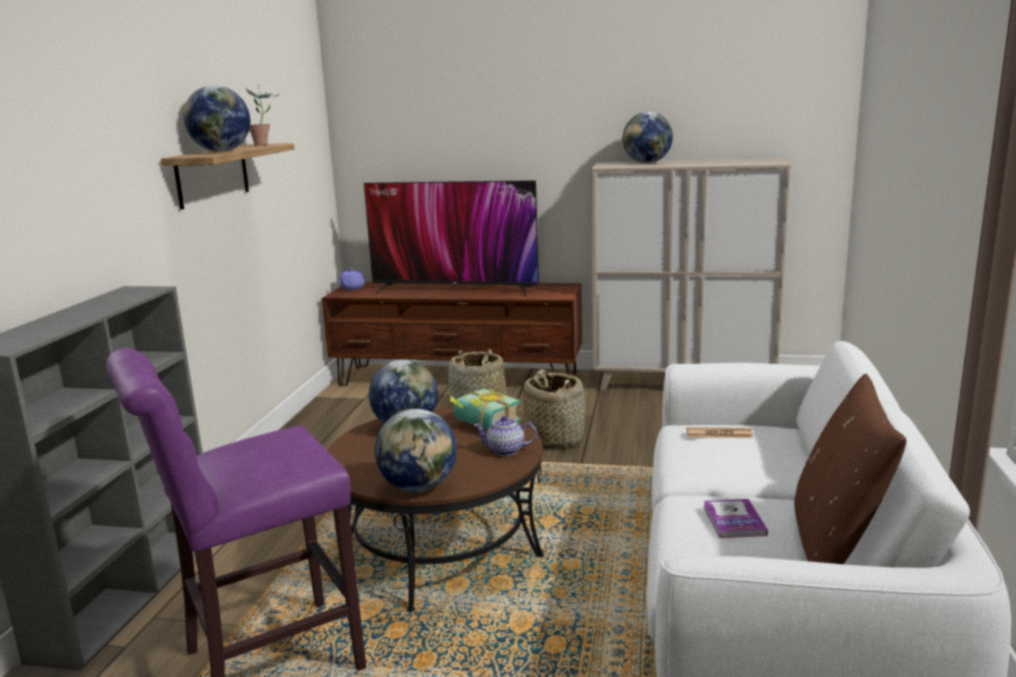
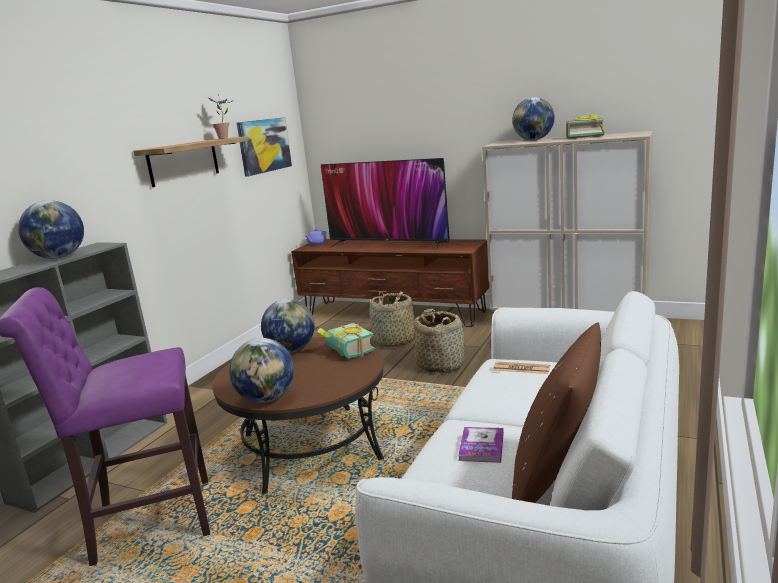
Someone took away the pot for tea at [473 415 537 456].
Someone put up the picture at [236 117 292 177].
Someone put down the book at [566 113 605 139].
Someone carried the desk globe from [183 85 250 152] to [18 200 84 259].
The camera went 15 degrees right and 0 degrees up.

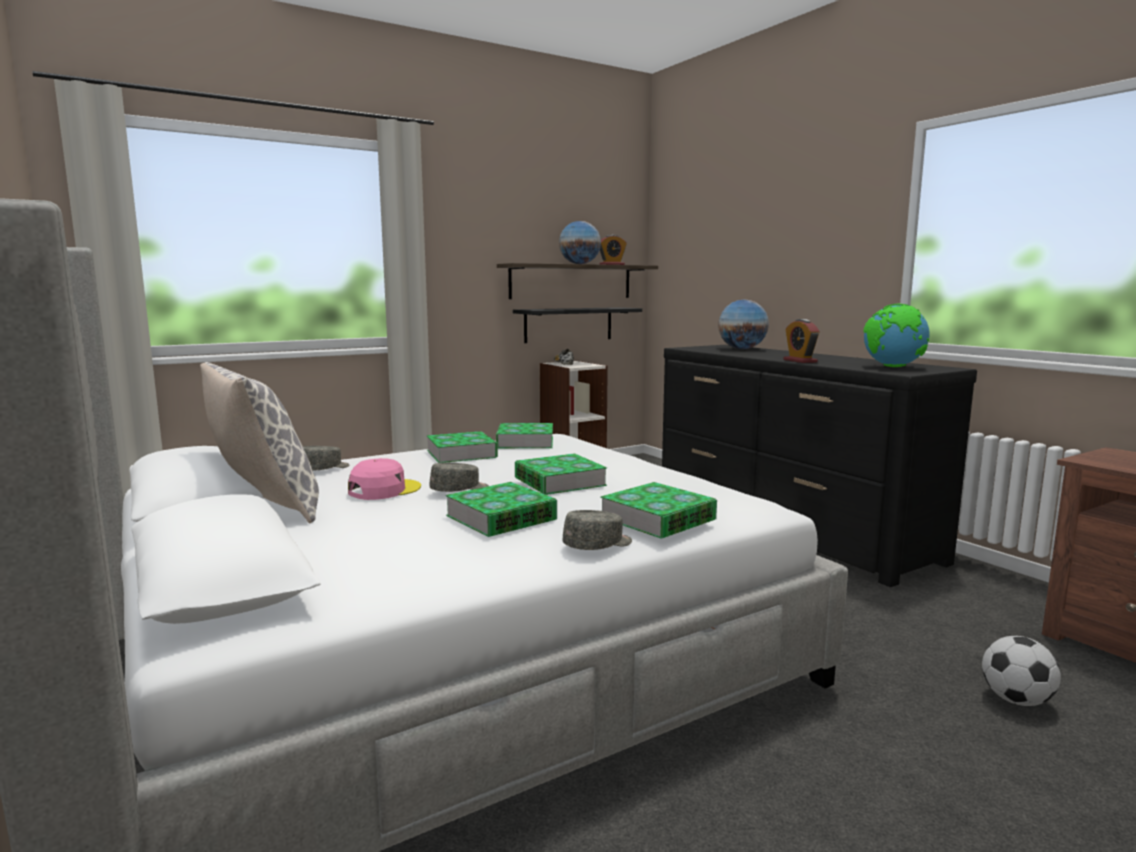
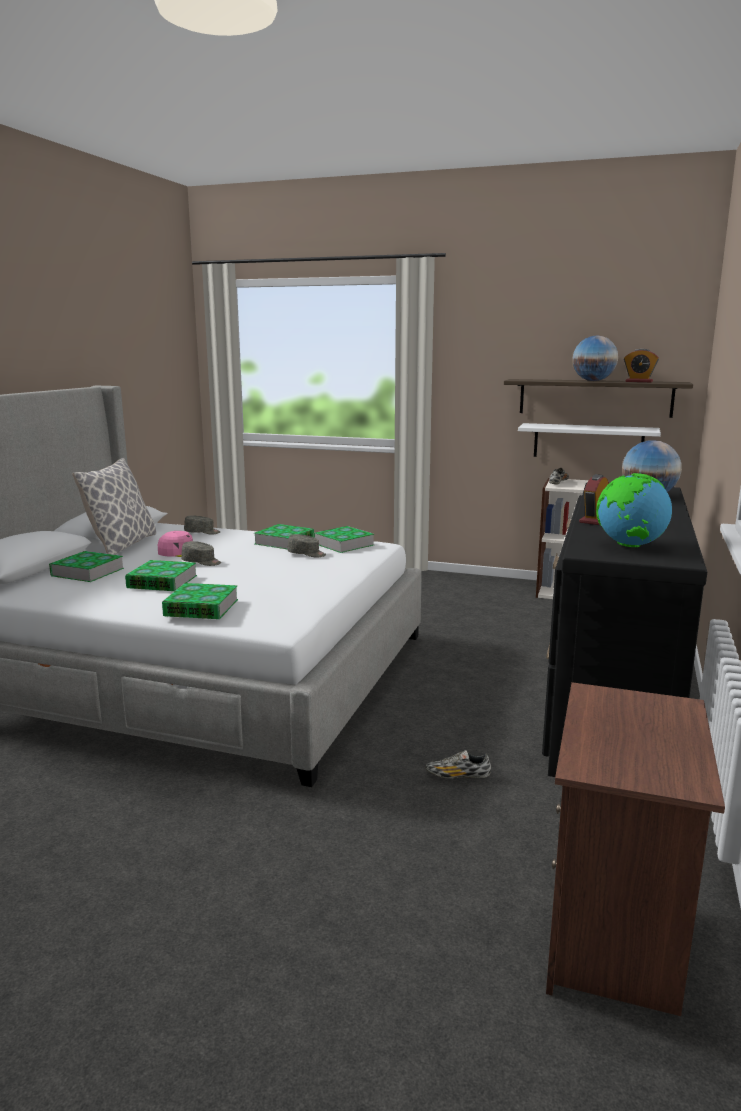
Someone took away the ball for football at [982 636 1061 706].
Someone put down the shoe at [425 750 491 779].
Someone carried the book from [515 453 607 495] to [49 551 124 582].
Someone carried the cap (grey) from [563 510 632 550] to [287 534 326 558].
Someone repainted the bracket shelf (black-coloured) at [513 307 642 343], which became the bracket shelf (white-coloured) at [518 423 661 457].
The camera went 50 degrees right and 5 degrees up.

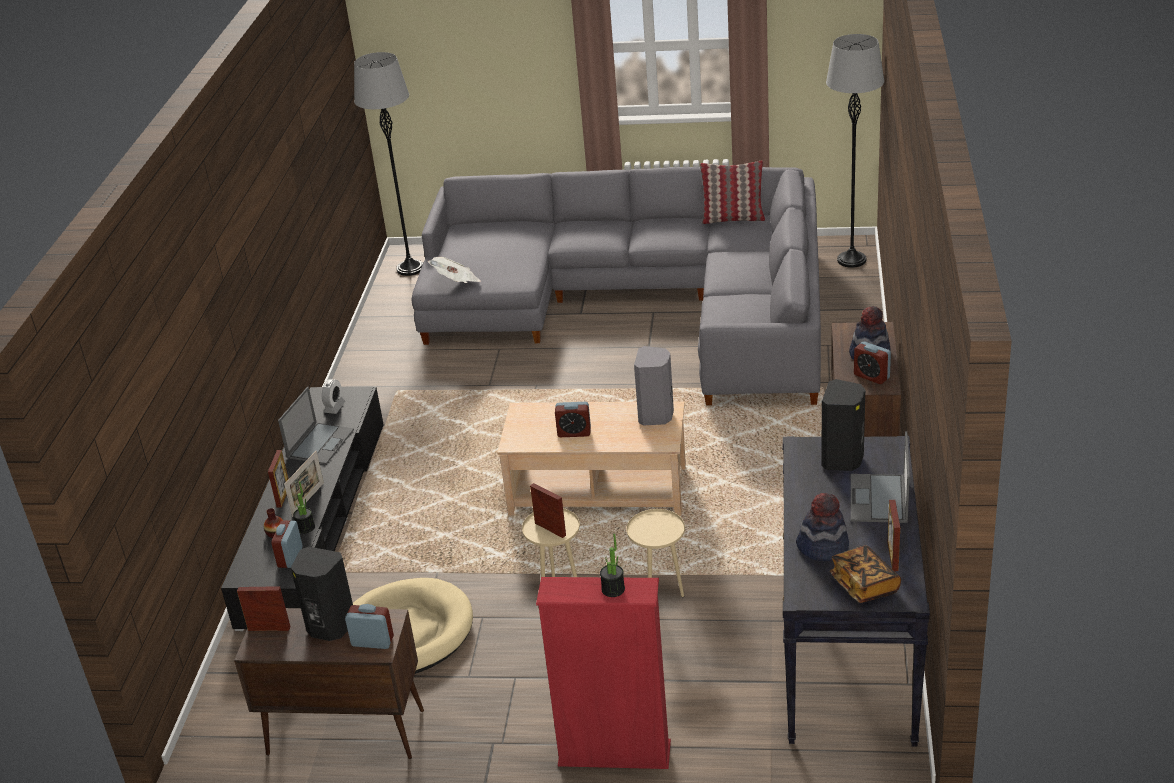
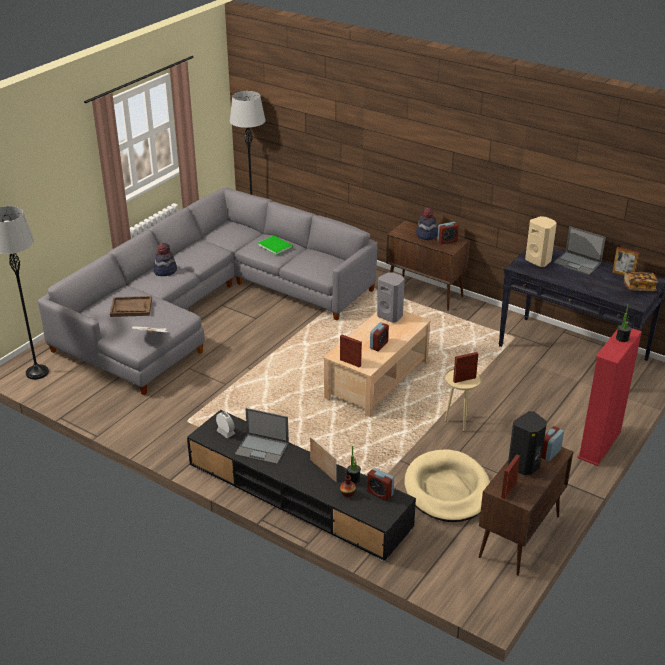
Someone took away the accent table (beige) at [626 509 685 597].
Someone took away the throw pillow at [700 160 765 224].
Someone put down the tray (brown) at [110 296 152 317].
Someone put down the book (green) at [258 236 293 255].
Someone carried the picture frame from [268 450 289 507] to [340 335 362 368].
Someone carried the clothing hat from [796 493 849 561] to [154 243 177 276].
Someone repainted the loudspeaker (black-coloured) at [821 379 865 471], which became the loudspeaker (beige) at [525 216 557 267].
Someone rotated the laptop at [278 387 354 465] by 150 degrees clockwise.
The camera went 65 degrees left and 0 degrees up.

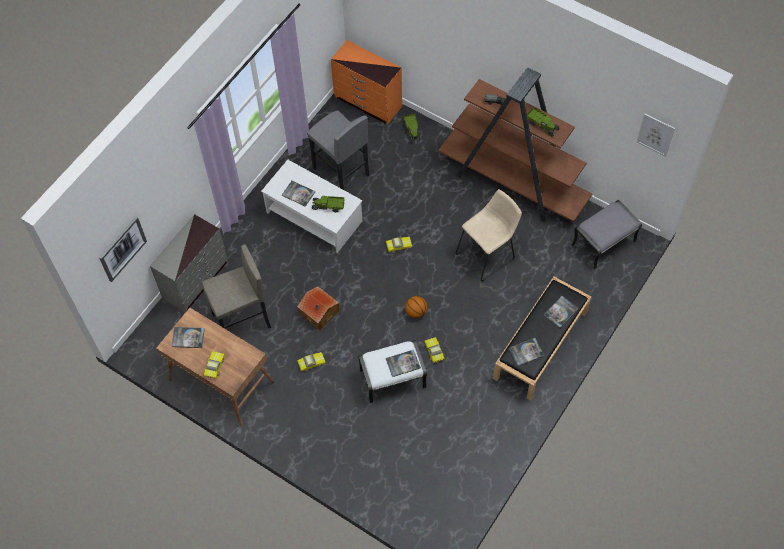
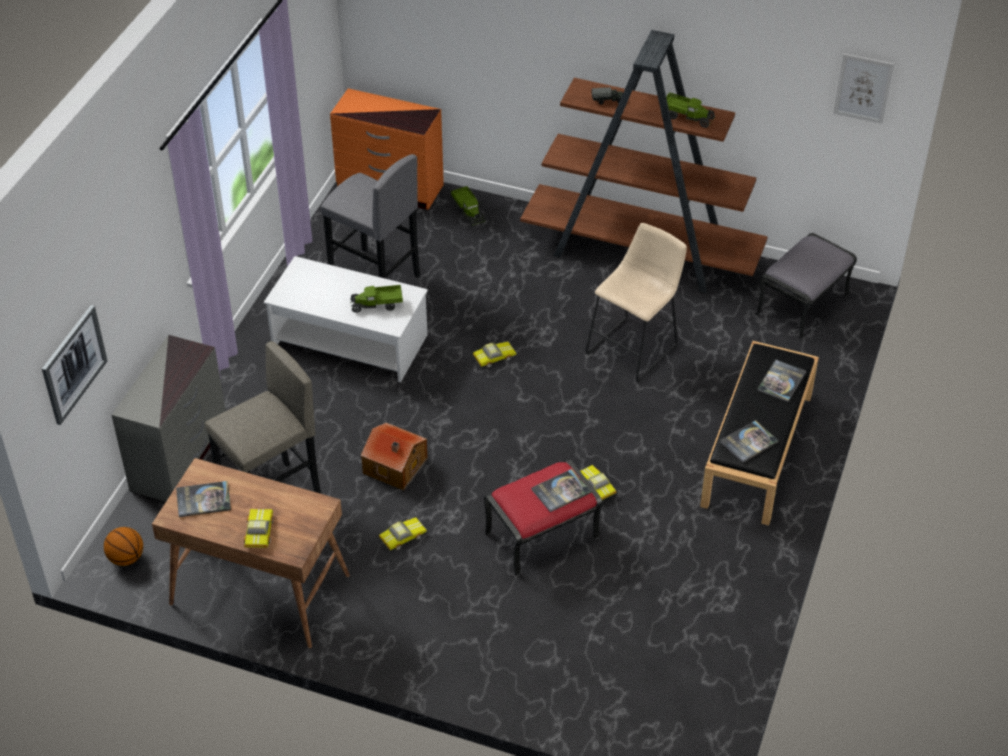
Someone took away the book at [282 181 315 207].
Someone carried the ball for basketball from [405 296 427 319] to [104 527 143 566].
Someone repainted the pouffe (white-coloured) at [358 340 427 403], which became the pouffe (reddish) at [484 459 602 576].
The camera went 15 degrees left and 15 degrees down.

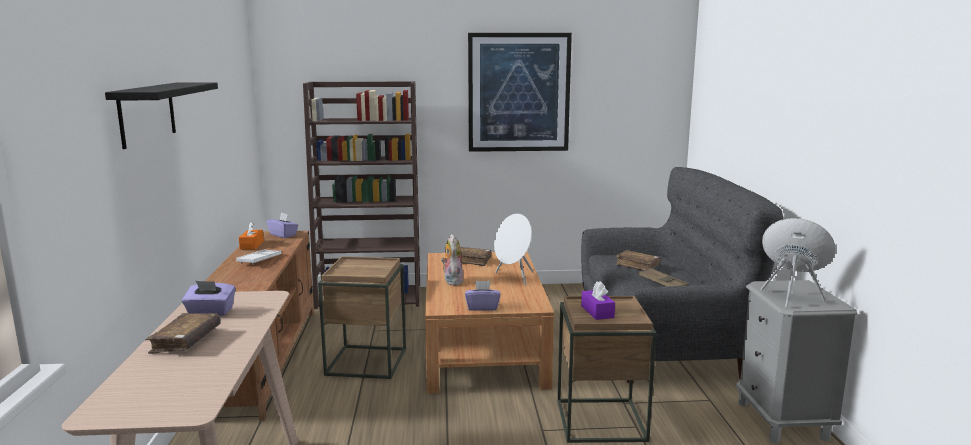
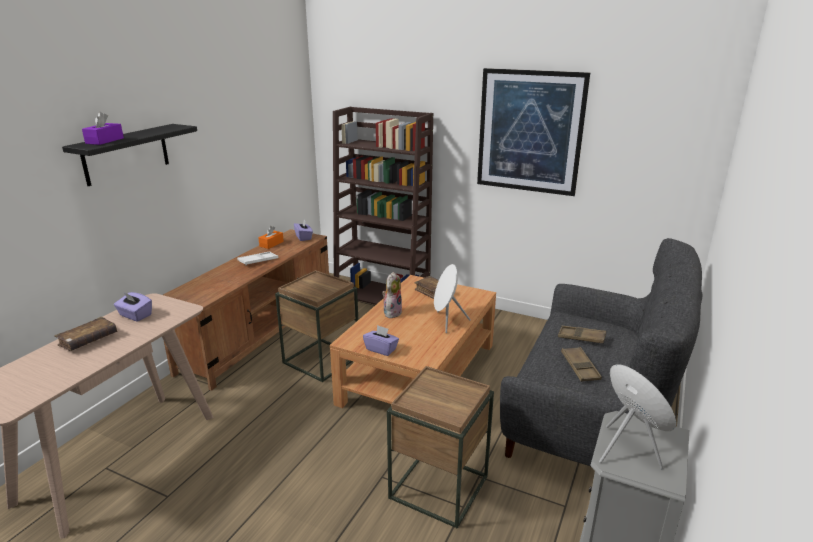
Someone carried the tissue holder (purple) from [581 281 615 320] to [82 112 124 145].
Someone swapped the book (brown) at [615 250 660 271] for the tray (brown) at [558 326 606 344].
The camera went 30 degrees right and 10 degrees up.

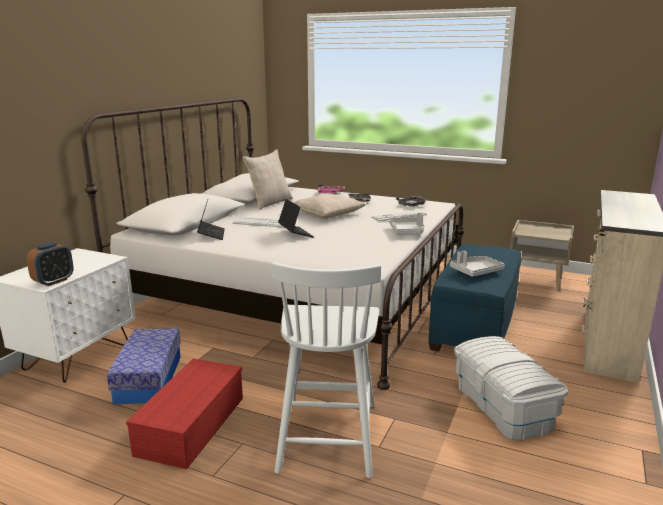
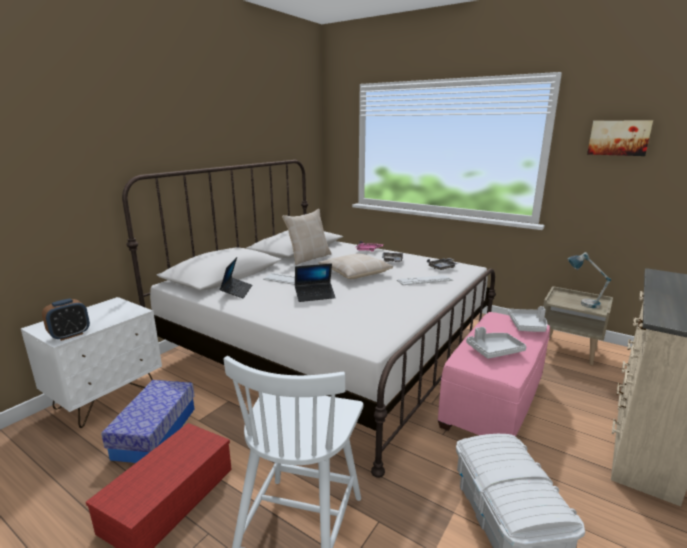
Someone put down the tabletop lamp at [567 252 611 308].
Someone put up the picture at [587 120 653 156].
Someone carried the tray (grey) from [389 212 424 235] to [508 306 547 332].
Someone repainted the pouffe (bluish) at [428 244 521 352], which became the pouffe (pink) at [438 312 550 437].
Someone rotated the laptop at [278 199 314 238] by 90 degrees clockwise.
The camera went 10 degrees right and 0 degrees up.

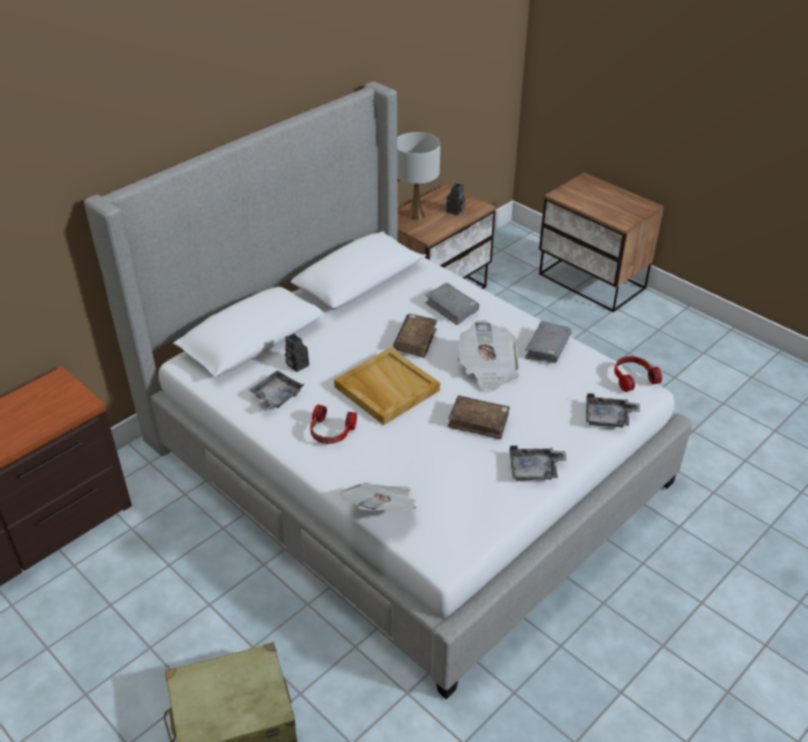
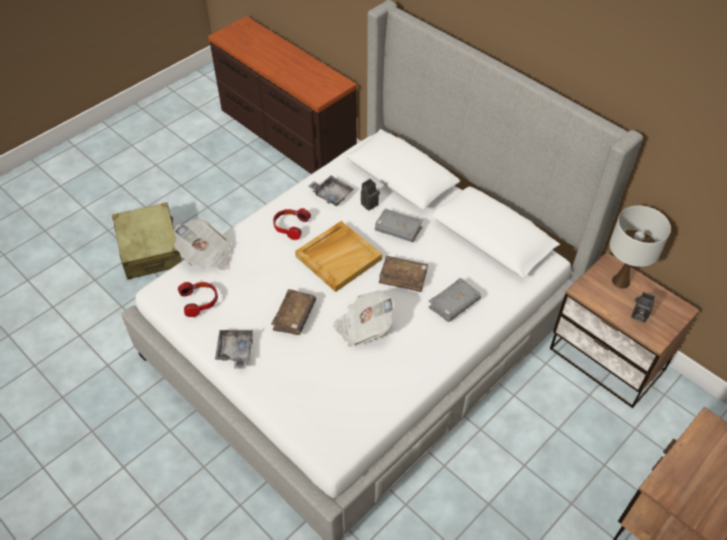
Someone took away the tray (grey) at [586 393 640 428].
Someone carried the book (grey) from [525 321 572 363] to [375 208 423 242].
Someone carried the headset from [614 356 662 392] to [178 282 218 317].
The camera went 90 degrees right and 10 degrees up.

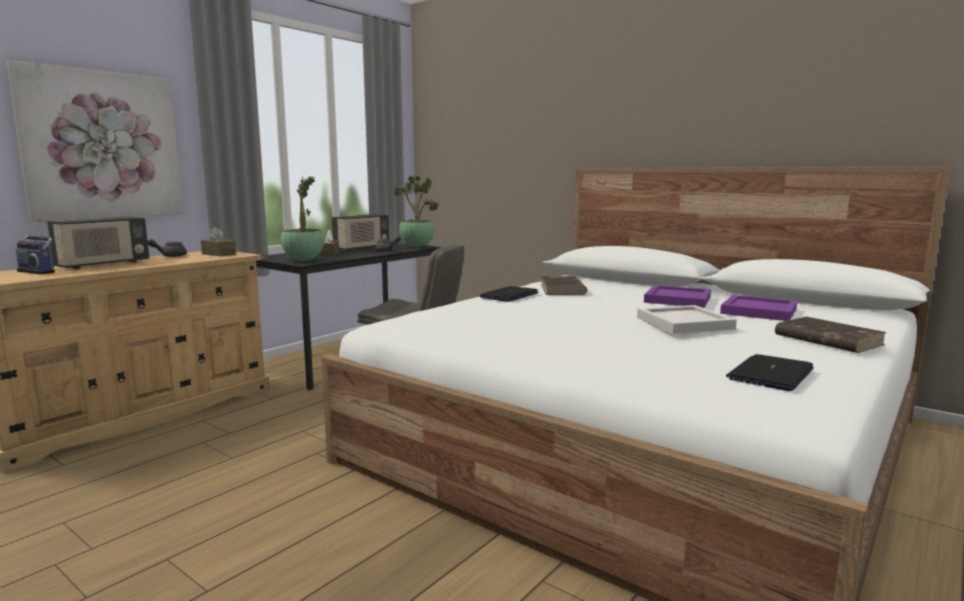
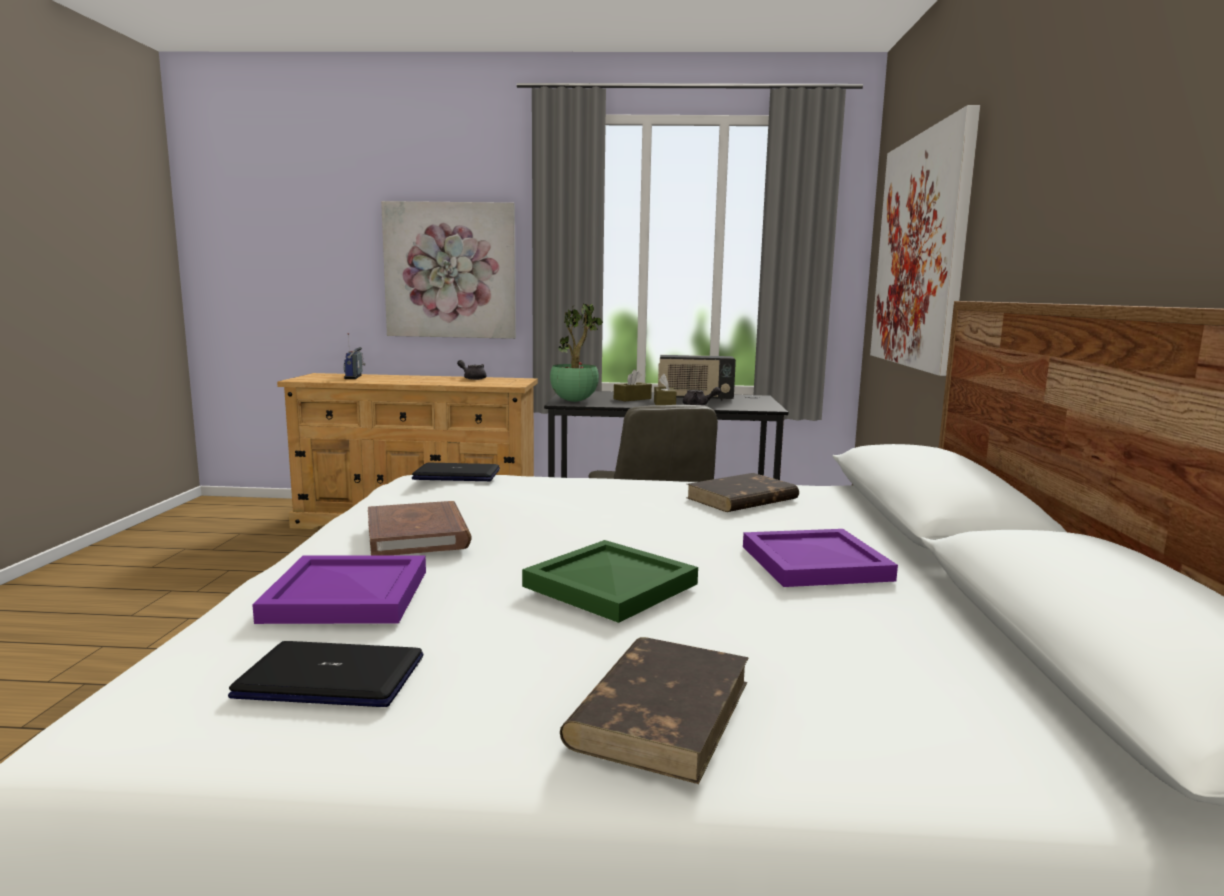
Someone took away the radio set at [47 217 149 269].
Someone took away the plant in a pot at [394 175 439 247].
Someone put down the book (brown) at [368 501 472 556].
Someone put up the picture at [870 105 980 376].
Someone carried the tissue holder (brown) from [201 227 236 256] to [654 374 676 405].
Someone carried the laptop from [479 286 538 302] to [412 463 500 481].
Someone carried the tray (purple) from [720 295 797 321] to [252 555 426 624].
Someone repainted the tray (white-coloured) at [637 305 737 334], which became the tray (green) at [522 540 698 623].
The camera went 55 degrees right and 0 degrees up.

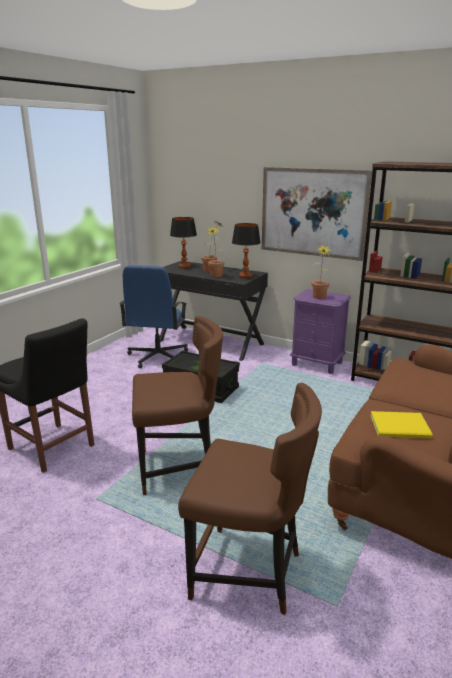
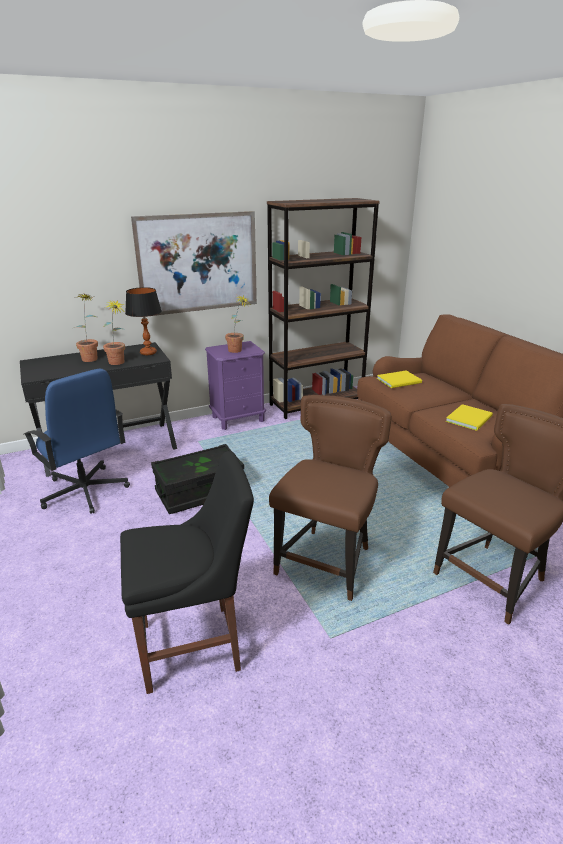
Someone took away the tabletop lamp at [170 217 197 268].
Someone put down the book (yellowish) at [377 370 422 388].
The camera went 55 degrees left and 5 degrees up.

